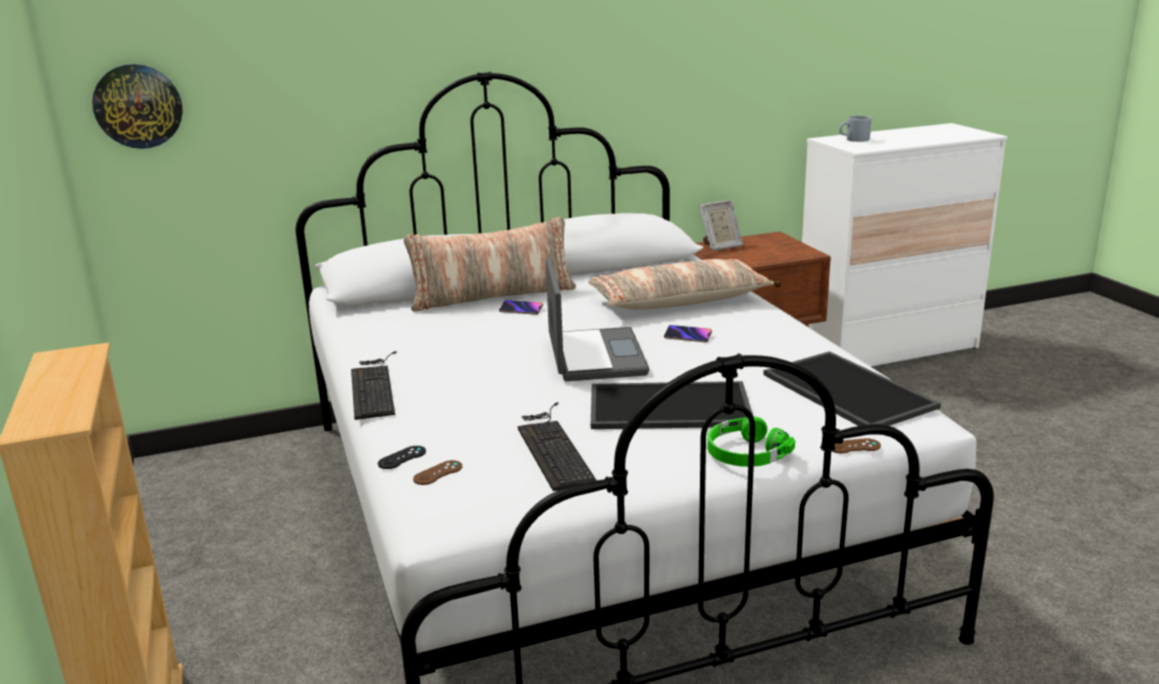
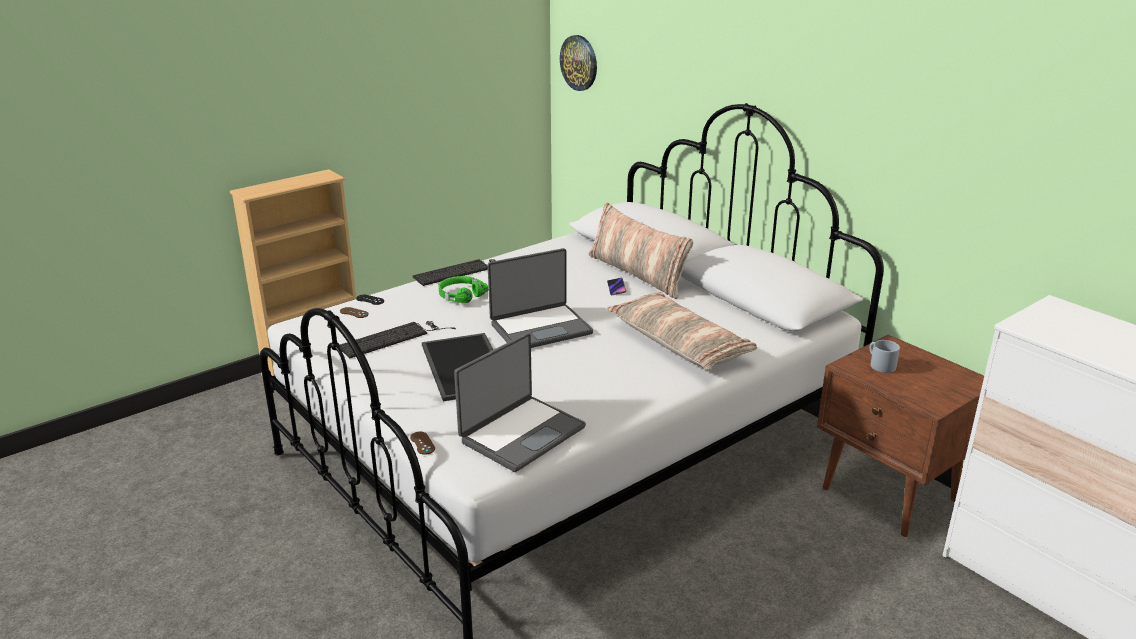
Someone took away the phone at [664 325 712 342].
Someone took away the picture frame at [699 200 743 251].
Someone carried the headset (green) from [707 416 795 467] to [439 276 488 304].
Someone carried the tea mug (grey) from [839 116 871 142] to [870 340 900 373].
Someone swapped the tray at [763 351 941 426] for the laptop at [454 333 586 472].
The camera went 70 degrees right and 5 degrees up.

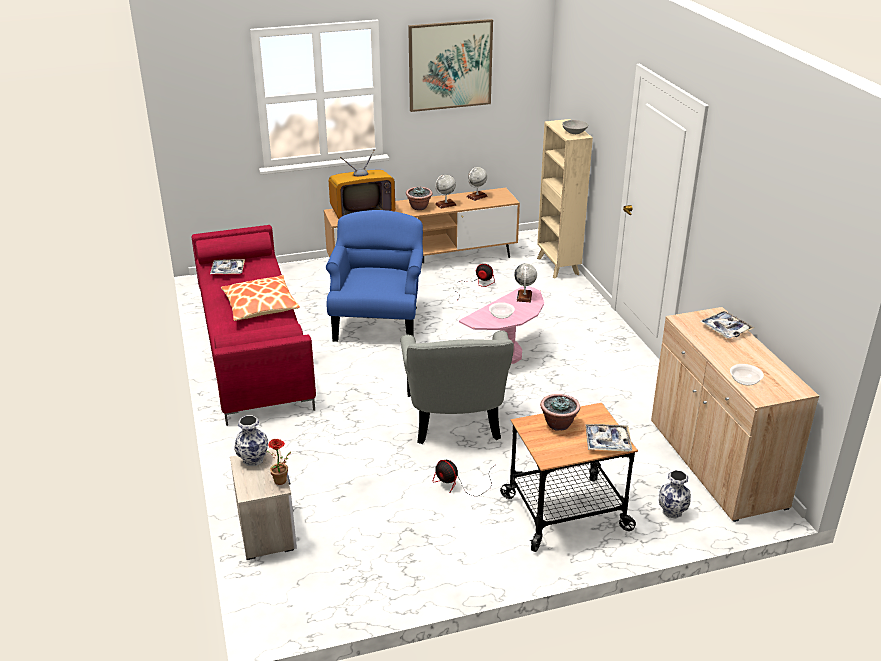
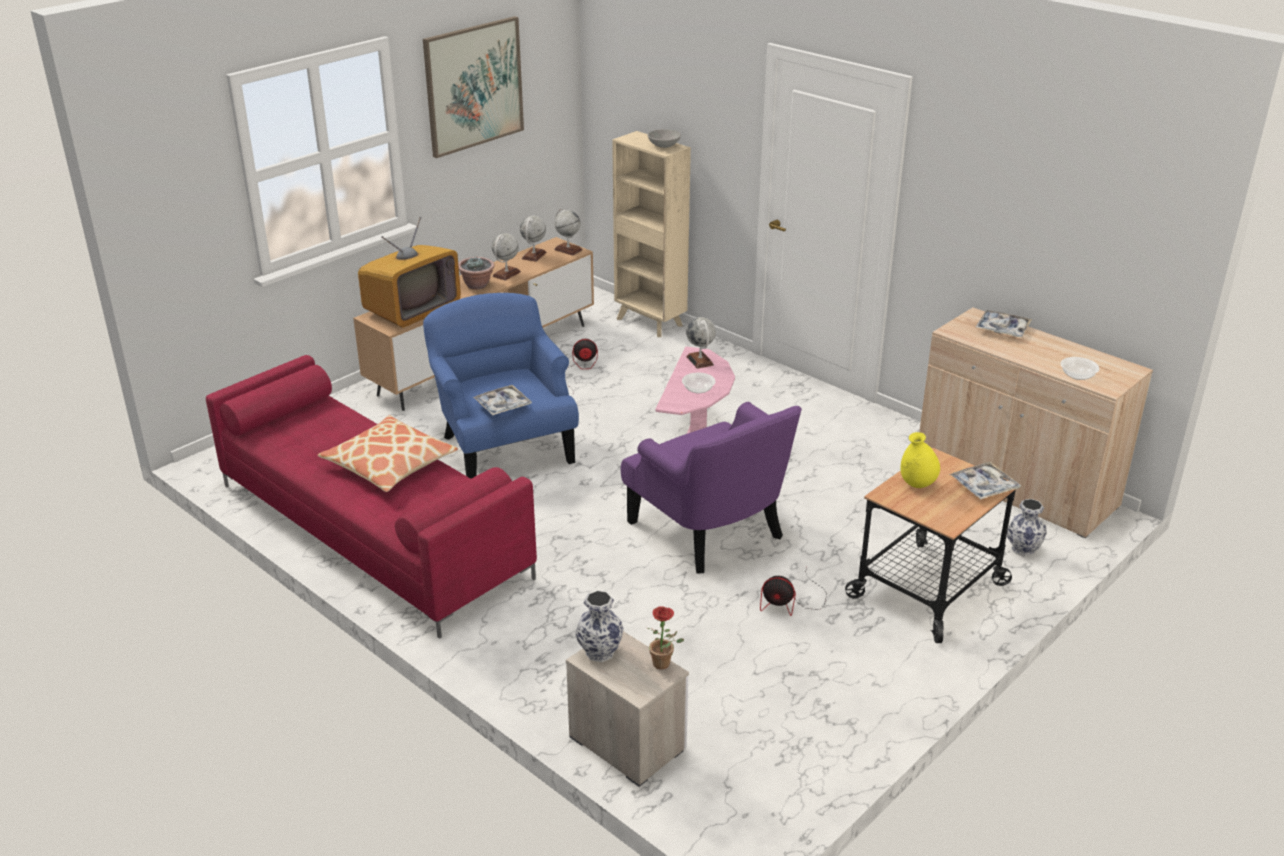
Someone put down the desk globe at [554 209 583 256].
Someone carried the tray from [210 259 245 274] to [473 385 532 415].
Someone swapped the plant in a pot at [540 394 580 431] for the vase (yellowish) at [900 432 940 488].
Someone repainted the armchair (grey) at [400 330 514 444], which became the armchair (purple) at [621 402 802 574].
The camera went 30 degrees left and 0 degrees up.

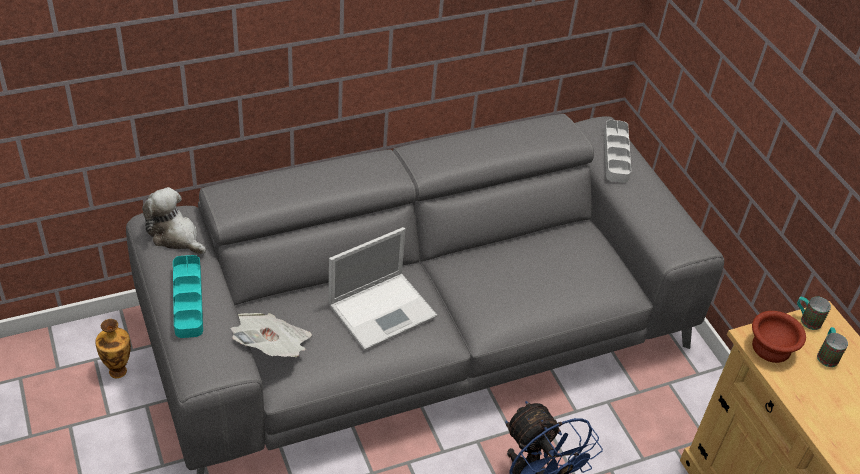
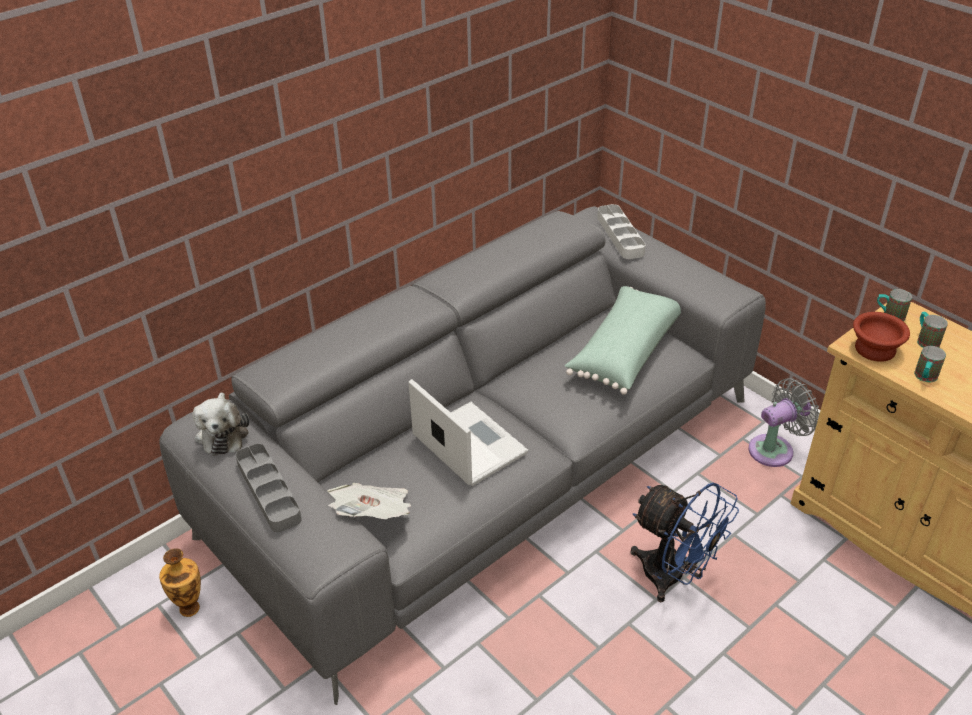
Someone put down the throw pillow (green) at [565 286 681 395].
Someone put down the fan (grey) at [748 378 820 467].
Someone put down the tea mug at [914 346 946 382].
Someone repainted the tray (turquoise) at [173 255 203 338], which became the tray (grey) at [236 443 302 532].
Someone rotated the plush toy at [142 187 206 254] by 120 degrees counterclockwise.
Someone rotated the laptop at [329 227 437 351] by 75 degrees counterclockwise.
The camera went 15 degrees left and 5 degrees down.

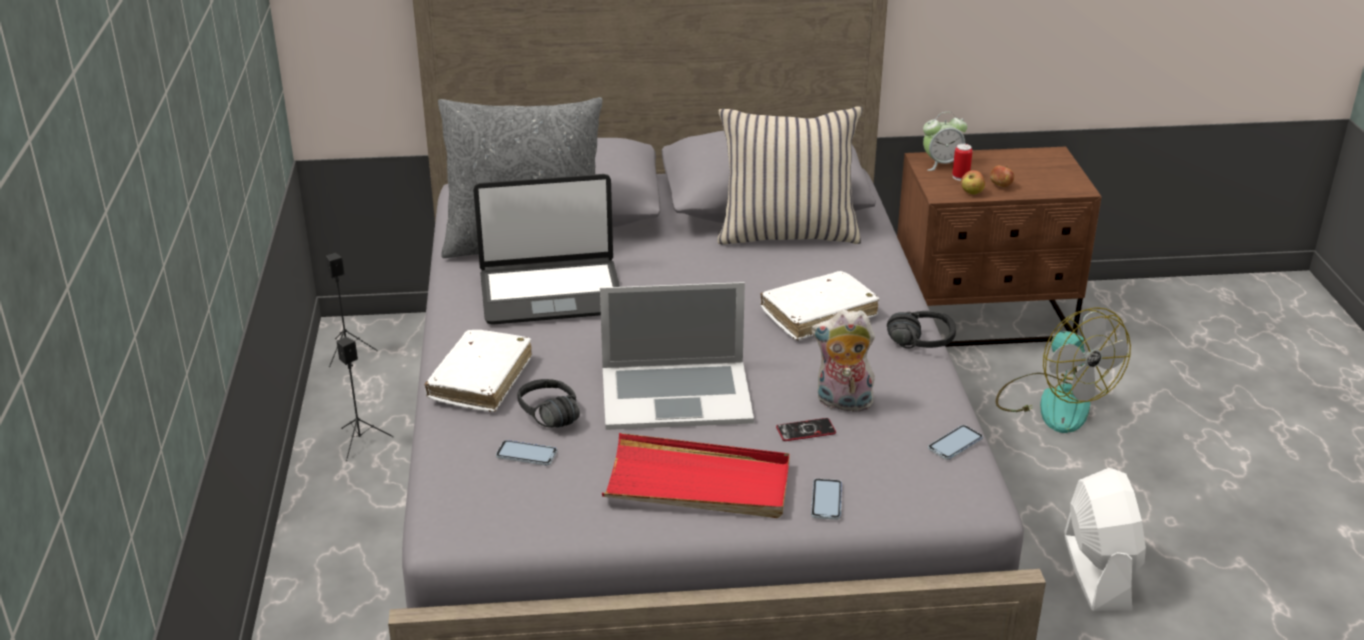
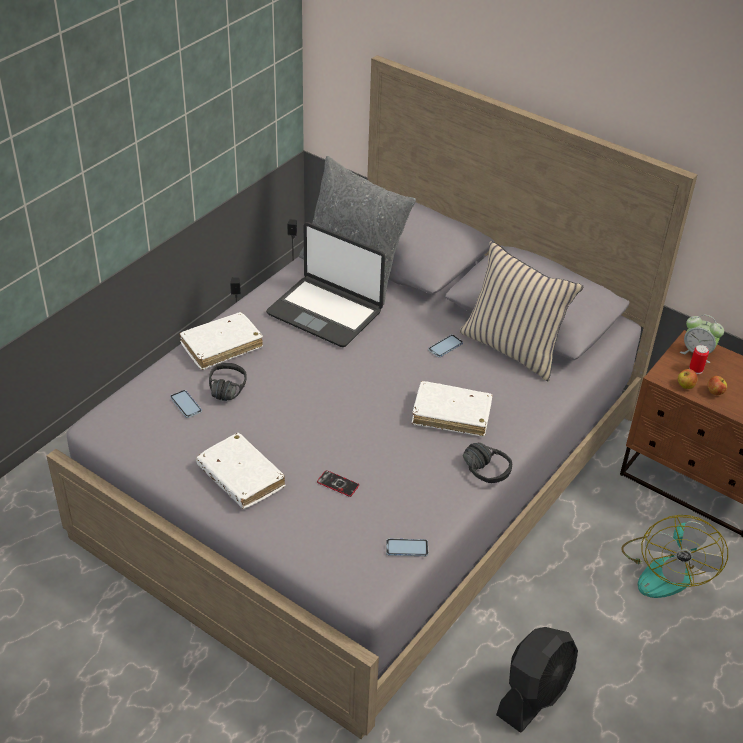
Someone took away the laptop at [600 282 754 430].
Someone took away the plush toy at [811 310 875 415].
Someone carried the phone from [811 479 842 520] to [428 335 463 357].
Someone swapped the tray (reddish) at [602 433 790 518] for the book (white-coloured) at [196 433 285 509].
Someone repainted the fan (white-coloured) at [1064 468 1146 611], which became the fan (black-coloured) at [496 627 578 733].
The camera went 40 degrees right and 10 degrees up.

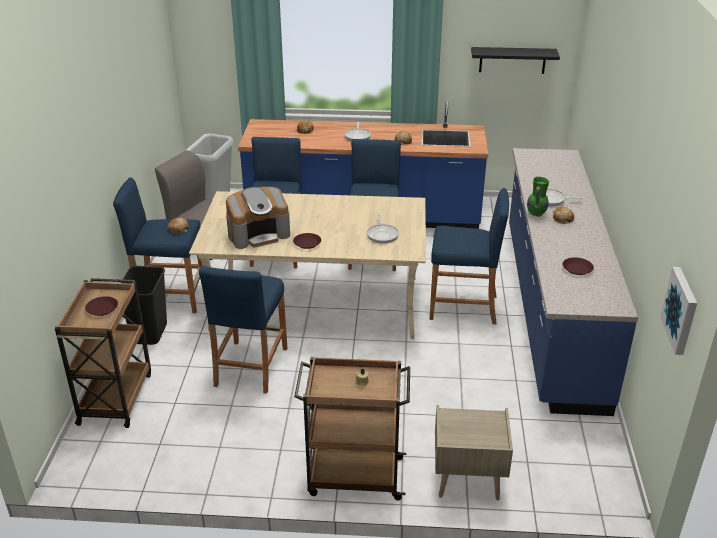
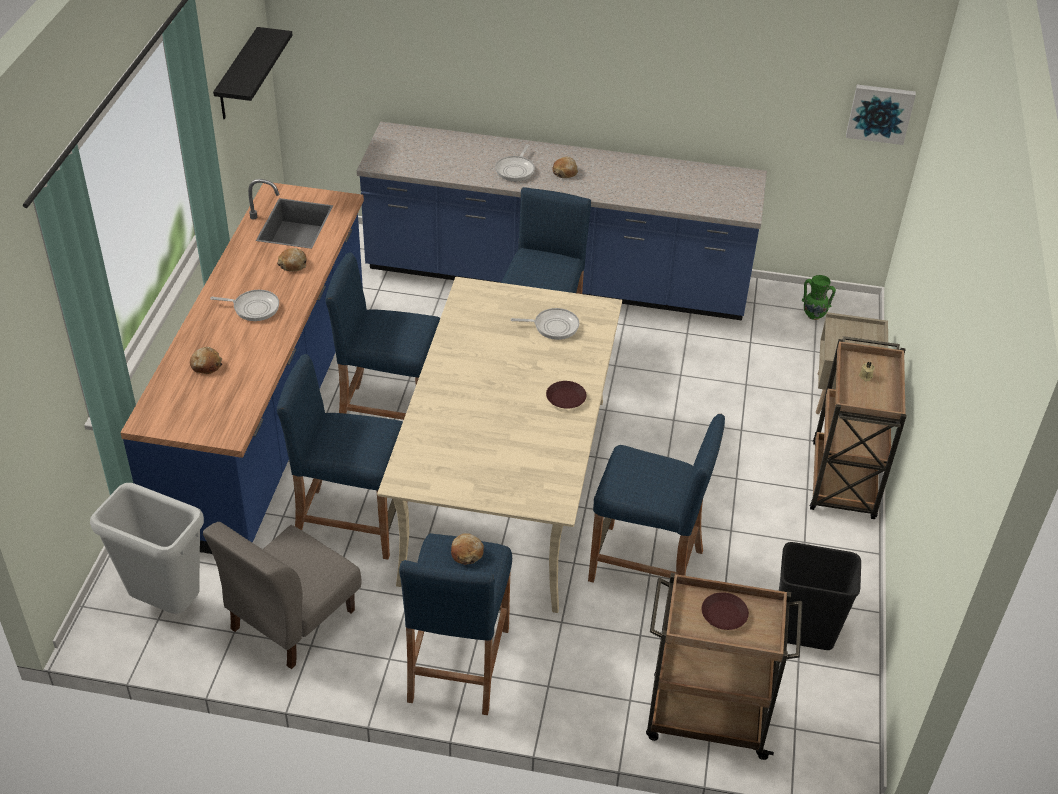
Someone took away the coffee machine at [226 187 290 249].
Someone took away the flat dish (brown) at [563 257 594 275].
Someone carried the trash can (black-coloured) from [121 266 167 345] to [779 542 861 650].
Someone carried the vase (green) from [527 177 549 217] to [802 275 836 320].
The camera went 85 degrees left and 10 degrees up.

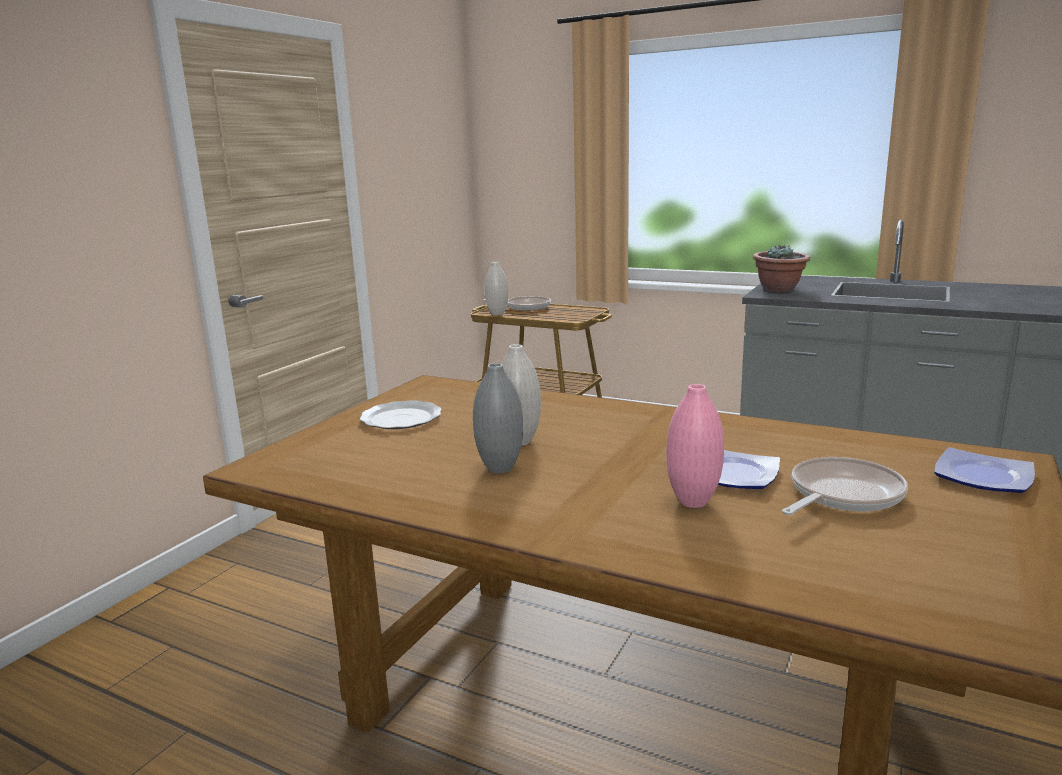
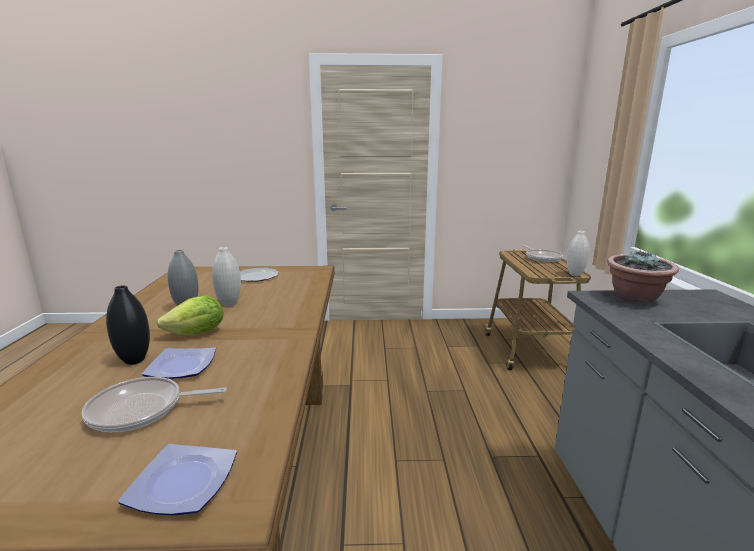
Someone put down the lettuce head at [156 296 223 335].
Someone carried the vase (white-coloured) from [485 262 508 315] to [567 231 590 276].
Someone repainted the vase (pink) at [666 384 724 508], which became the vase (black-coloured) at [106 285 150 365].
Someone rotated the pan at [782 457 908 515] by 150 degrees clockwise.
The camera went 60 degrees right and 0 degrees up.

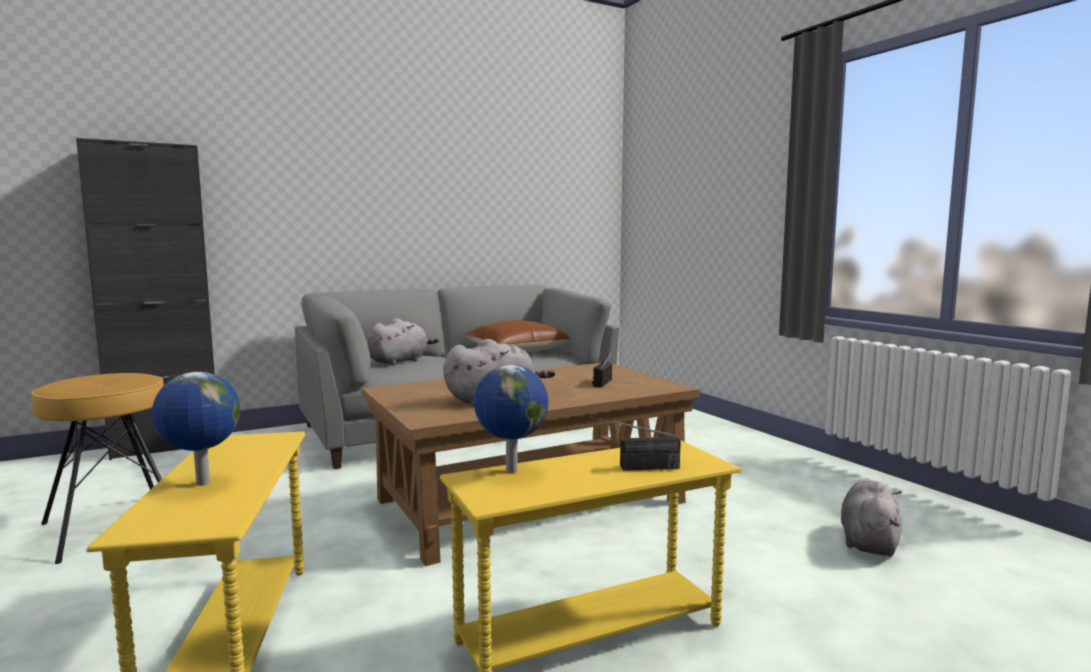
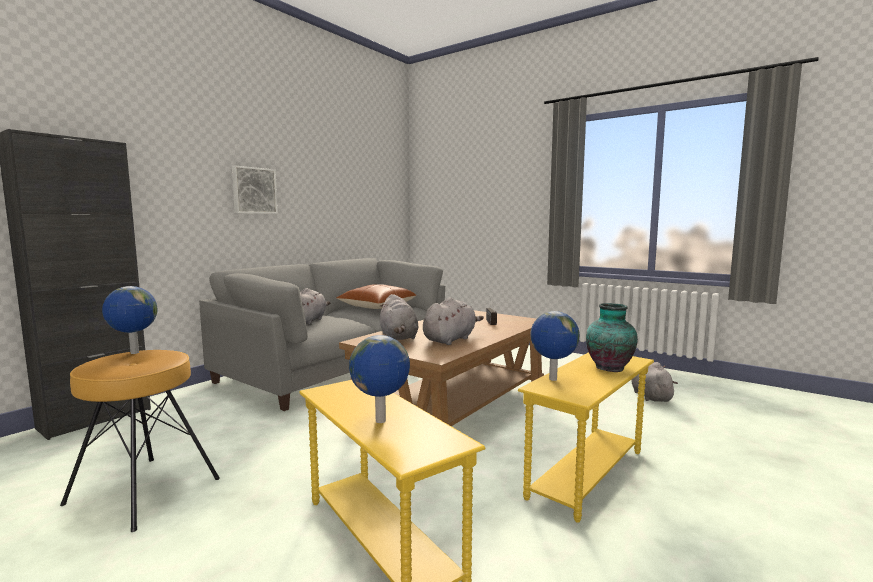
Someone put down the desk globe at [102 286 157 354].
Someone put up the picture at [232 165 278 214].
Someone put down the plush toy (grey) at [380 294 418 340].
Someone swapped the radio set at [590 416 681 471] for the vase at [586 303 638 372].
The camera went 25 degrees left and 0 degrees up.

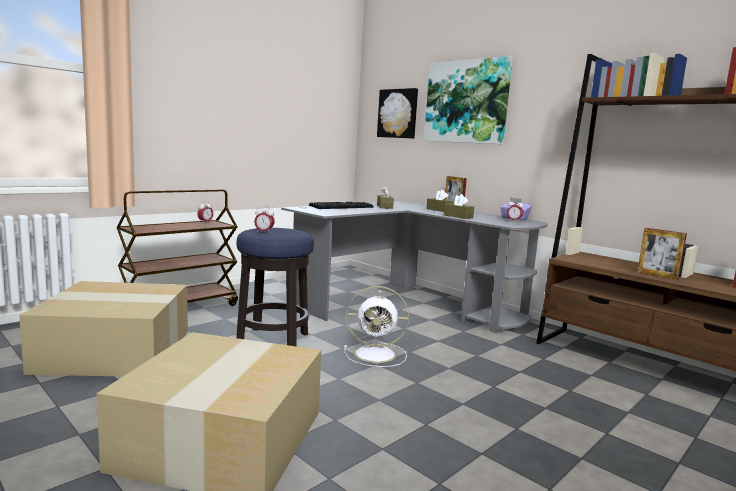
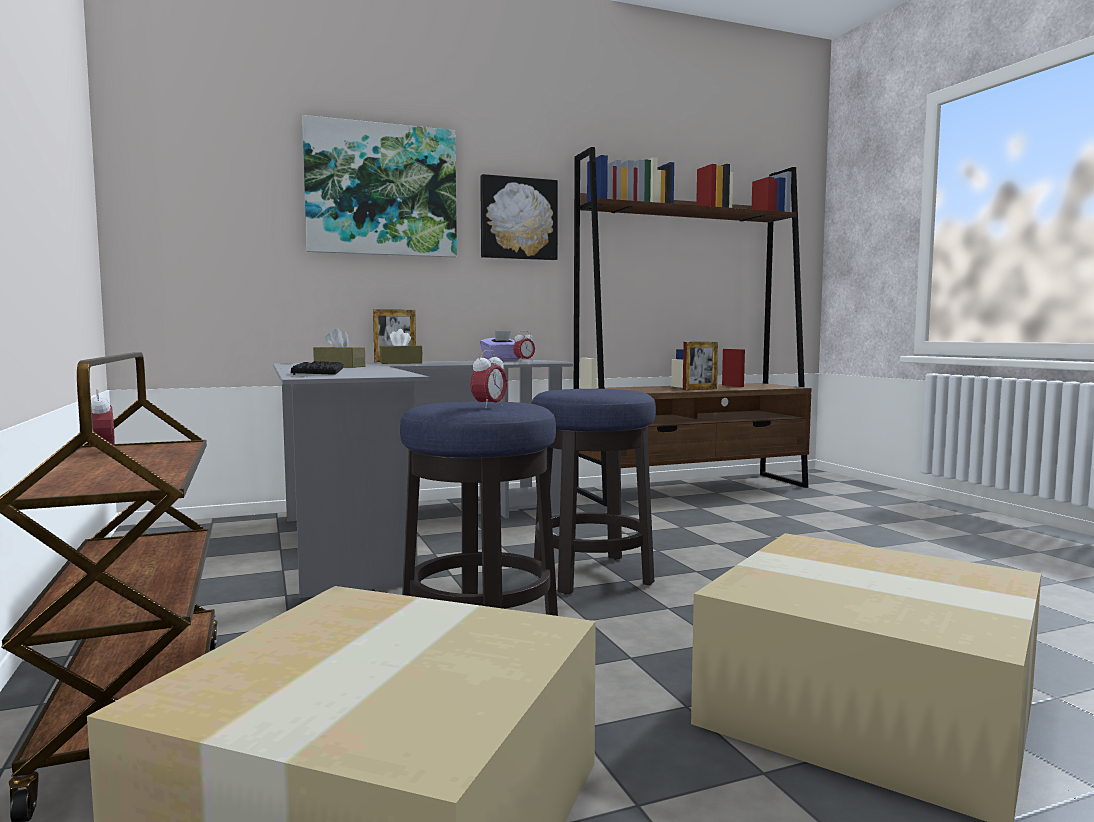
Someone took away the tissue holder (brown) at [444 194 474 219].
Someone carried the picture from [377 88 418 139] to [480 174 558 260].
Someone swapped the fan (white-coloured) at [344 286 409 367] for the stool at [531 389 656 594].
The camera went 65 degrees left and 5 degrees down.

